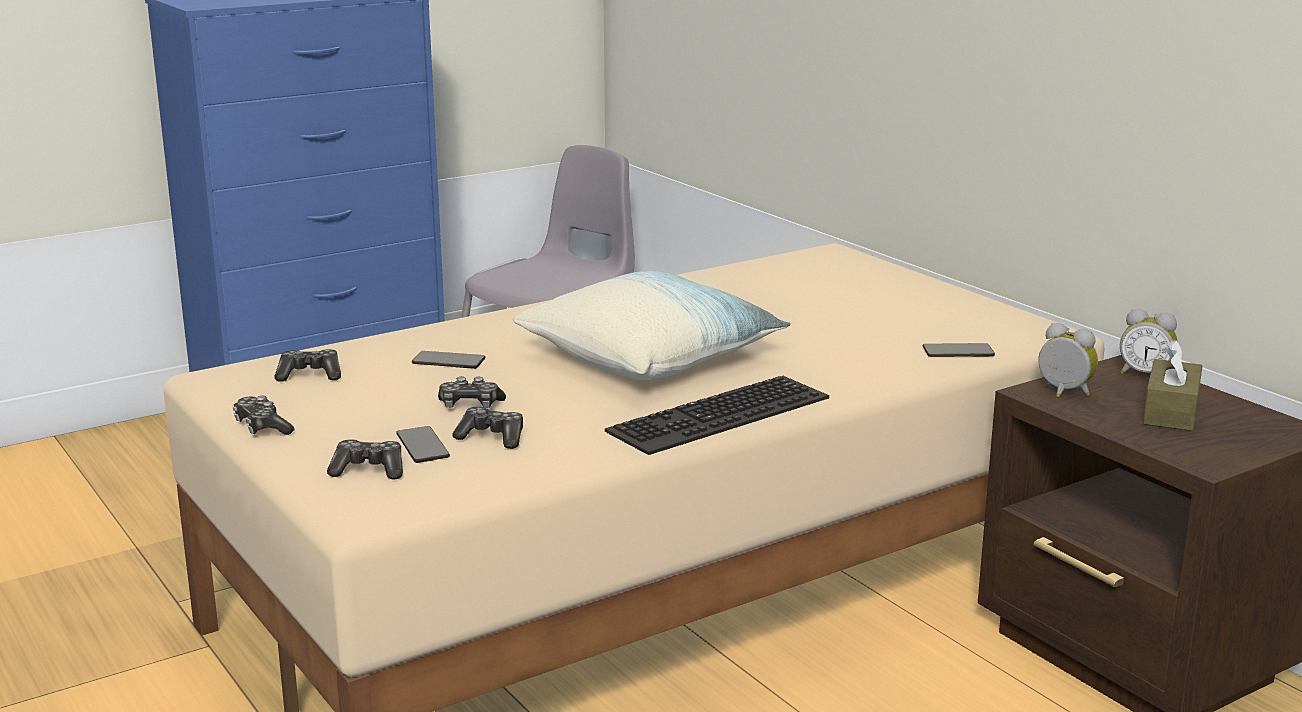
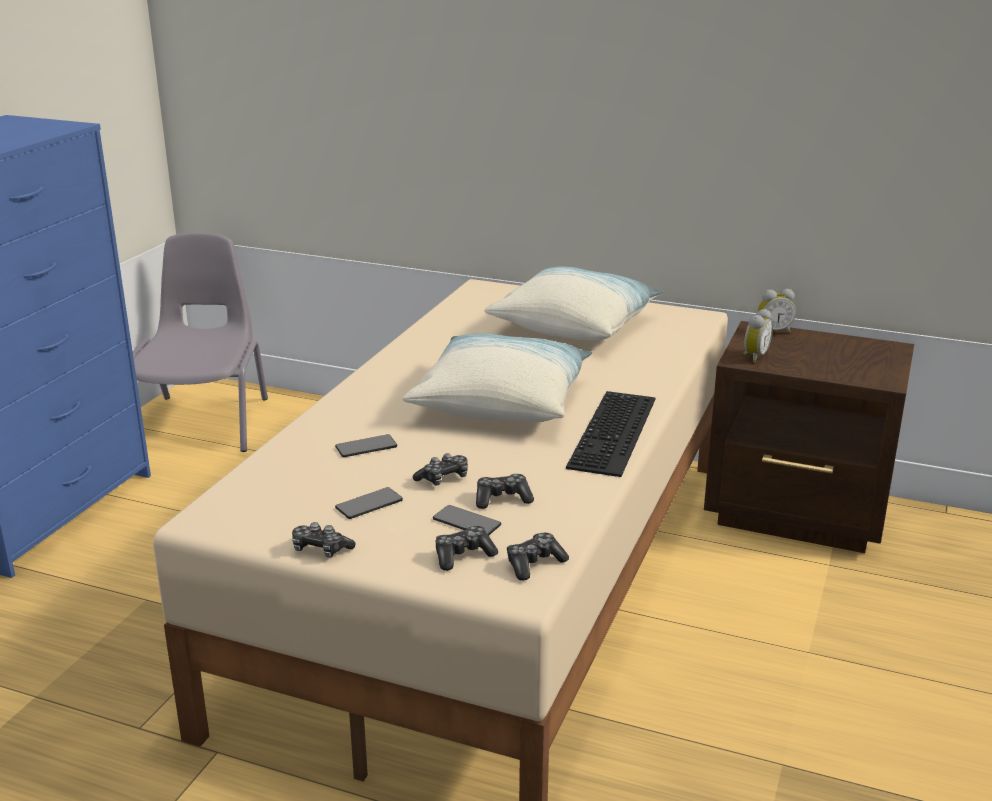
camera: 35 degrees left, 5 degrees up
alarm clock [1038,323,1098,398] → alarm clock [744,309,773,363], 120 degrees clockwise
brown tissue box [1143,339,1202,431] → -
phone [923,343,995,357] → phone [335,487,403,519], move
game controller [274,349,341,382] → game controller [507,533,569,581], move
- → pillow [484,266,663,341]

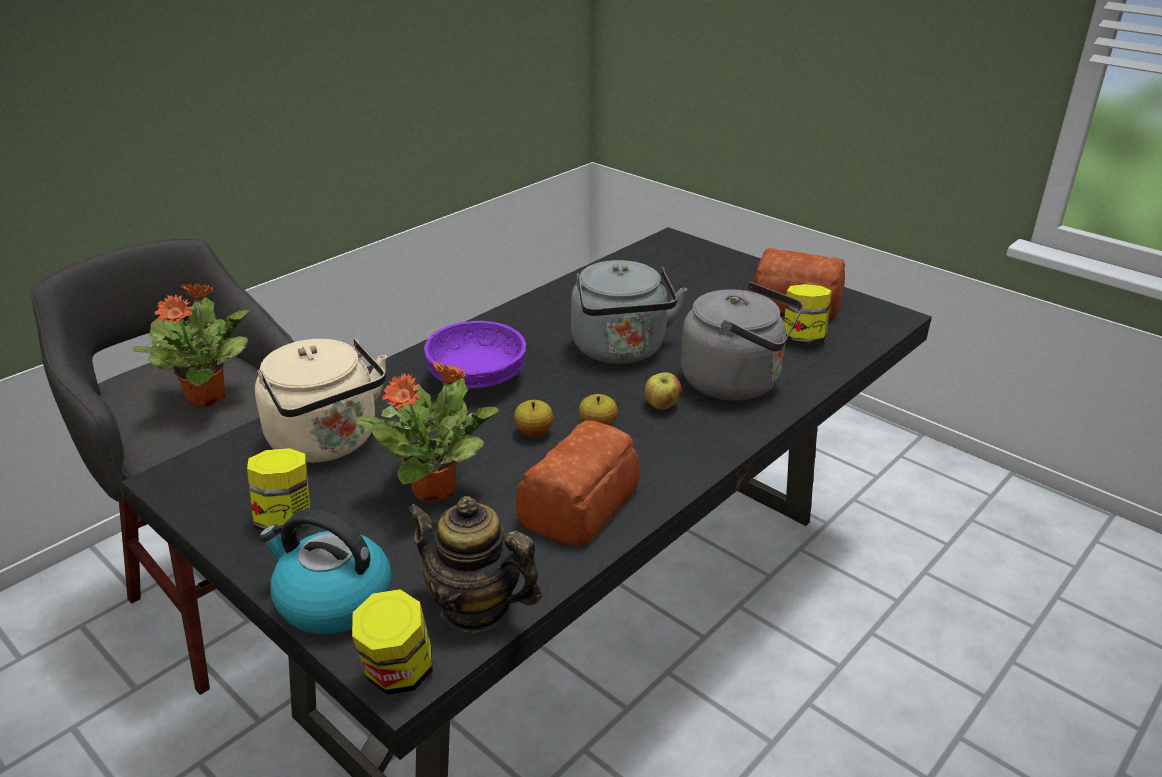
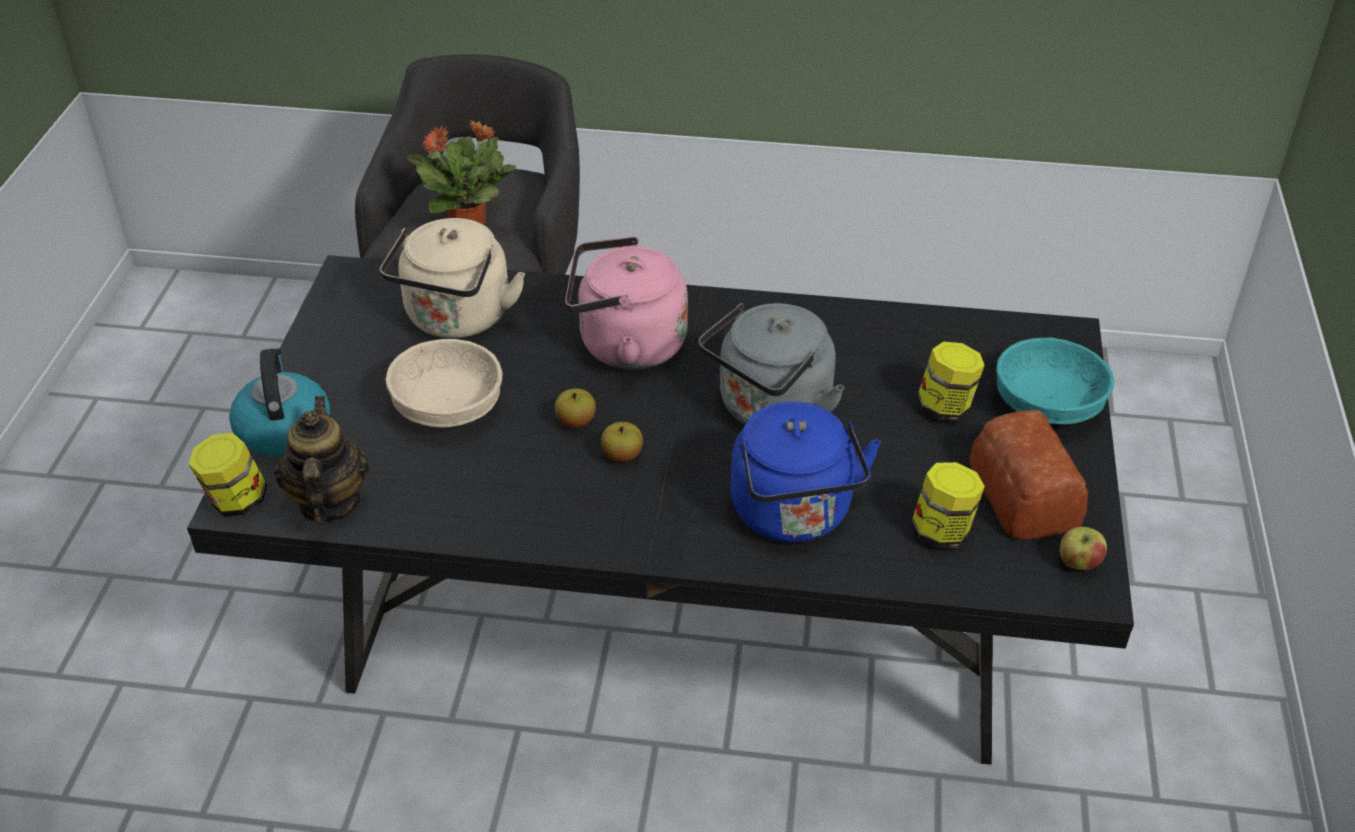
camera: 55 degrees right, 10 degrees up
grey kettle [681,282,803,401] → blue kettle [731,402,881,543]
purple bowl [424,321,526,388] → pink kettle [565,236,688,370]
potted plant [356,361,499,503] → beige bowl [385,339,503,427]
apple [645,372,681,410] → apple [1060,527,1107,570], move
bread [516,420,640,546] → -
jar [247,448,311,531] → jar [917,342,985,421], move
- → turquoise bowl [996,338,1114,424]

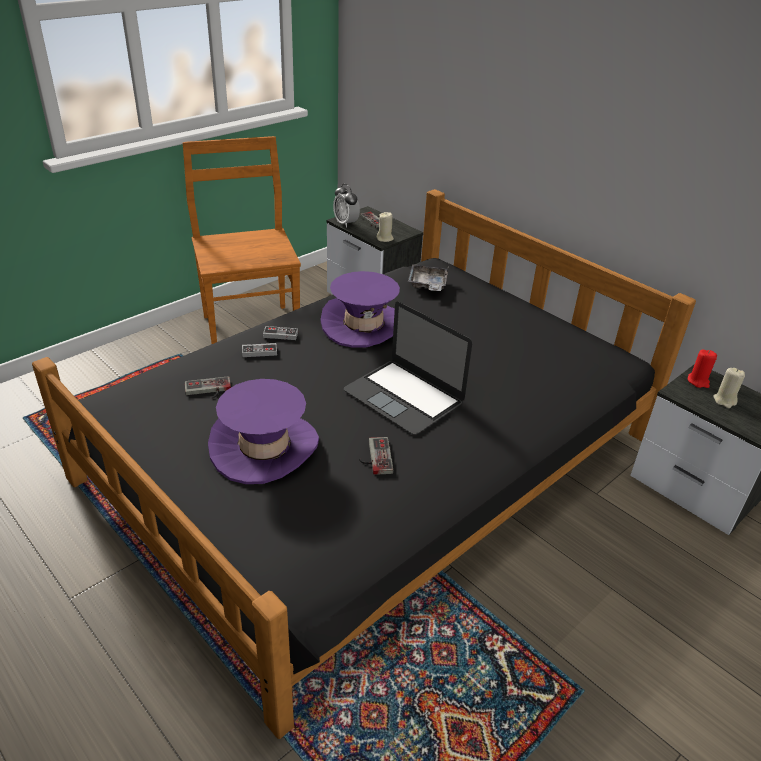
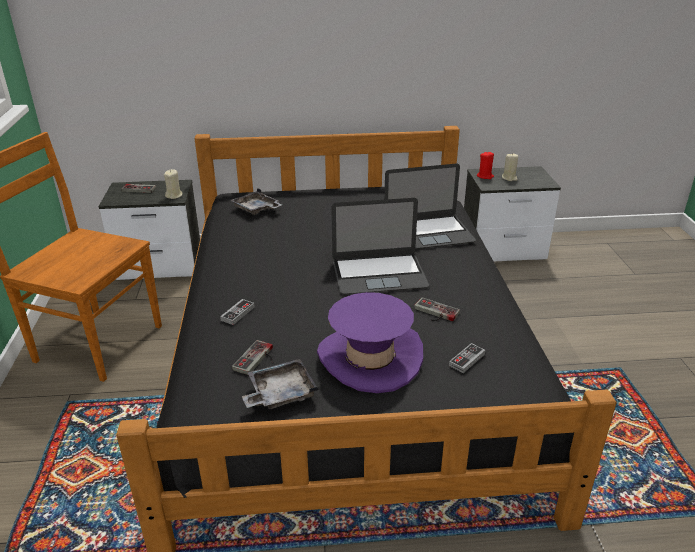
camera: 50 degrees left, 5 degrees down
alarm clock [333,184,360,228] → -
purple hat [320,271,400,348] → -
game controller [263,326,298,340] → game controller [449,343,485,373], move
- → laptop [384,163,476,249]
- → grey tray [242,359,319,409]

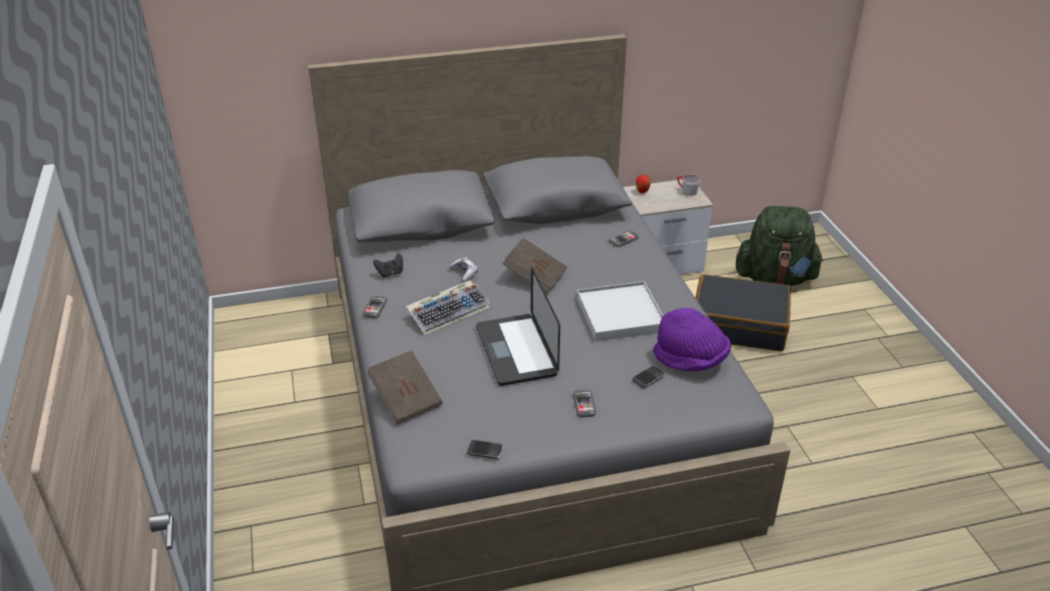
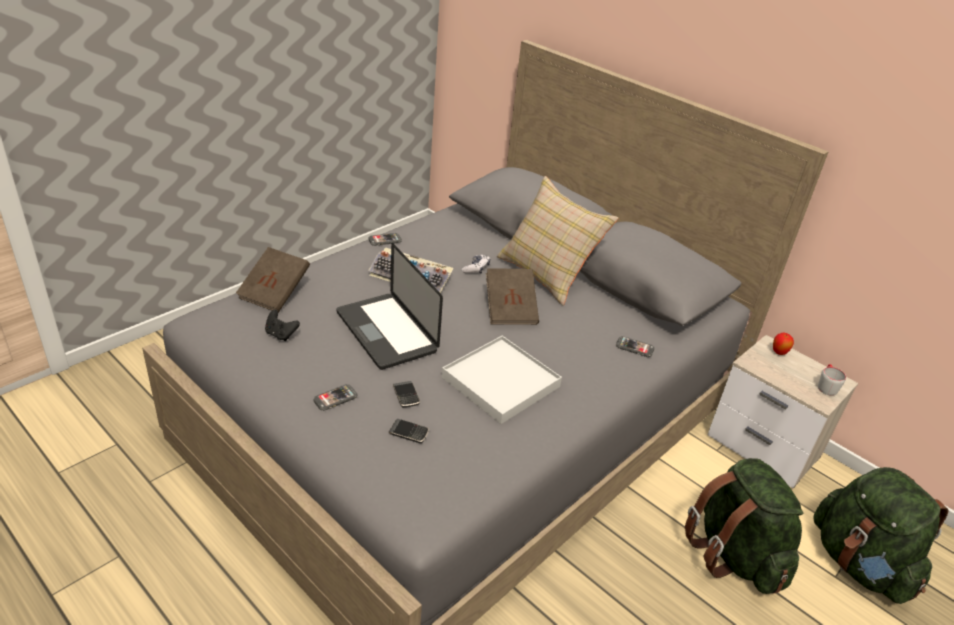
camera: 55 degrees right, 0 degrees up
black game controller [373,254,403,278] → black game controller [265,310,300,341], move
laptop [476,267,560,386] → laptop [337,243,443,370], 75 degrees counterclockwise
black suitcase [696,274,791,351] → green backpack [685,458,803,594]
purple hat [653,308,731,371] → -
phone [467,440,503,459] → phone [393,381,420,407], move
- → beige pillow [497,176,619,306]

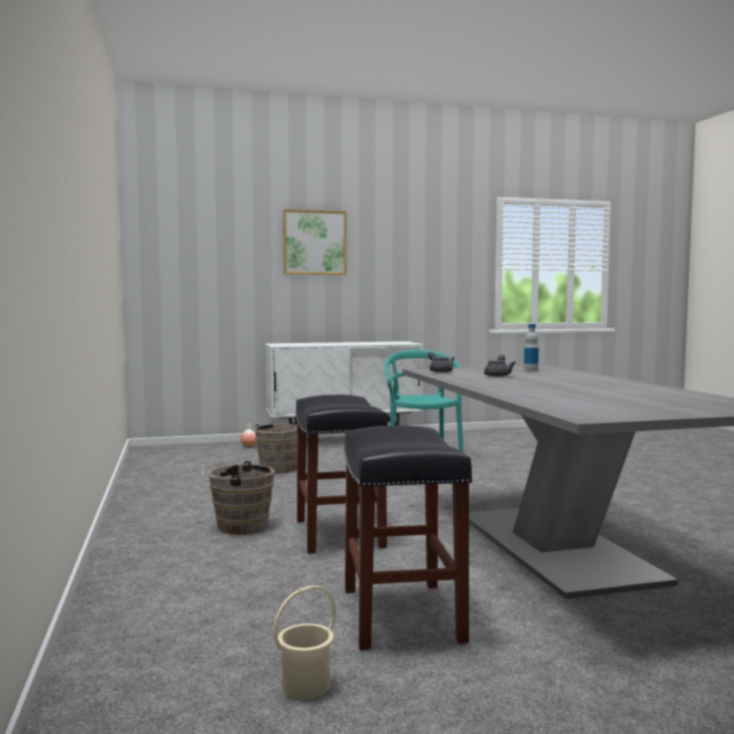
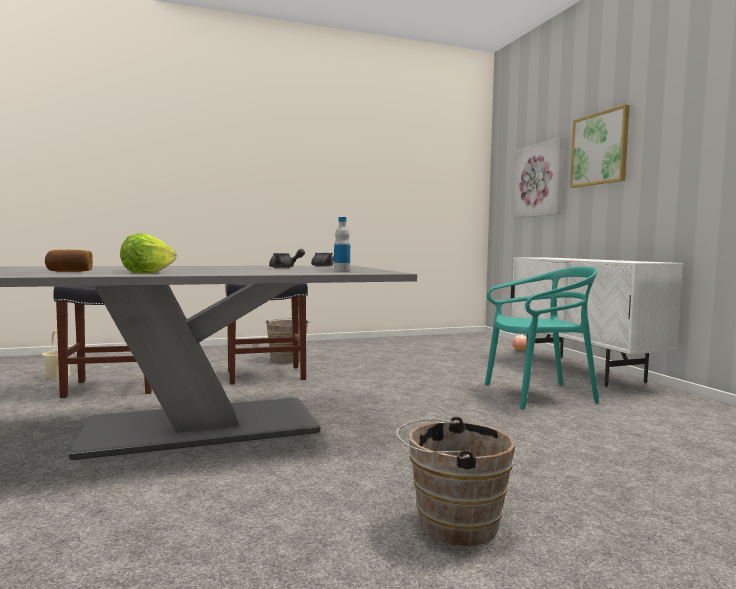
camera: 85 degrees right, 0 degrees up
brown bucket [252,424,297,474] → brown bucket [396,416,516,546], move
- → picture [512,138,564,218]
- → lettuce [120,234,177,273]
- → bread [45,250,93,272]

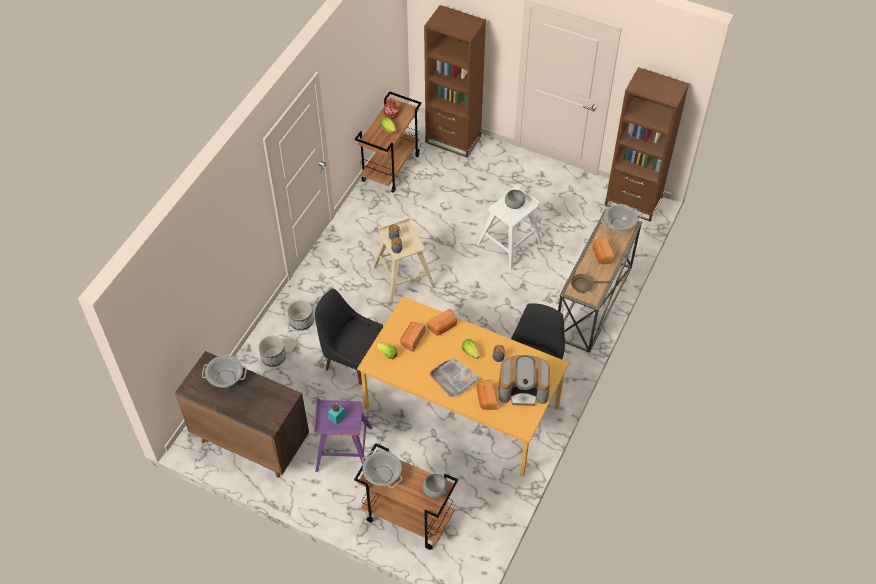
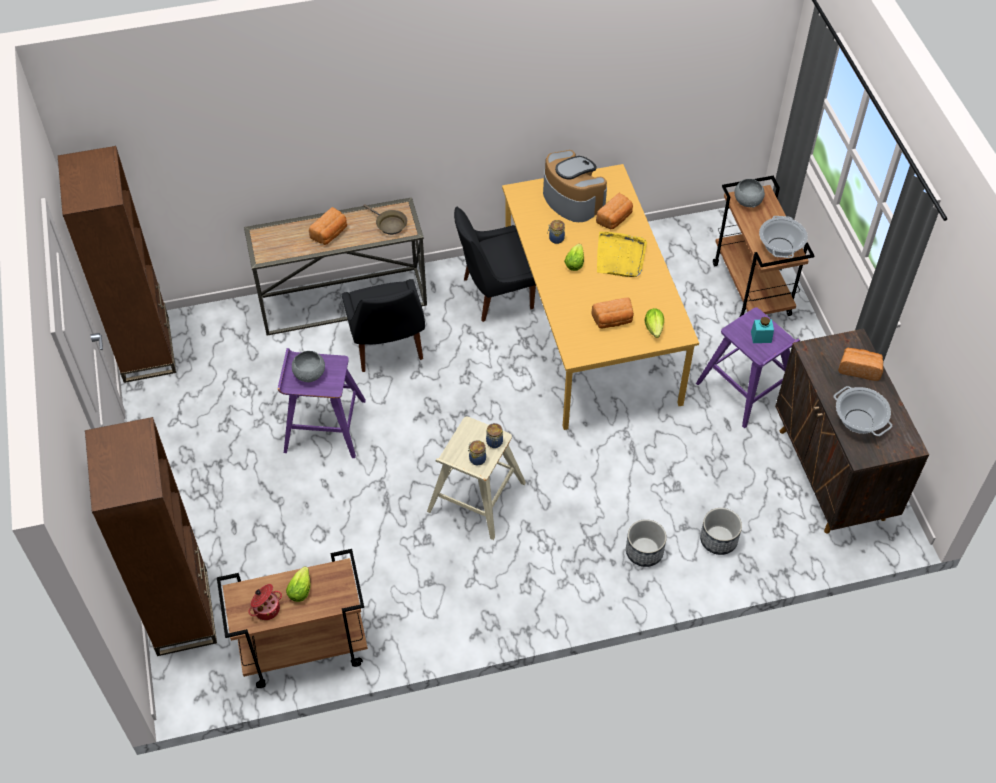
camera: 130 degrees left, 0 degrees up
white stool [477,185,542,270] → purple stool [278,348,366,458]
cooking pot [601,204,641,232] → -
black chair [315,288,383,385] → black chair [341,279,425,372], move
bread [427,309,457,336] → bread [838,348,883,381], move
grey tray [430,358,481,397] → yellow tray [597,232,647,277]

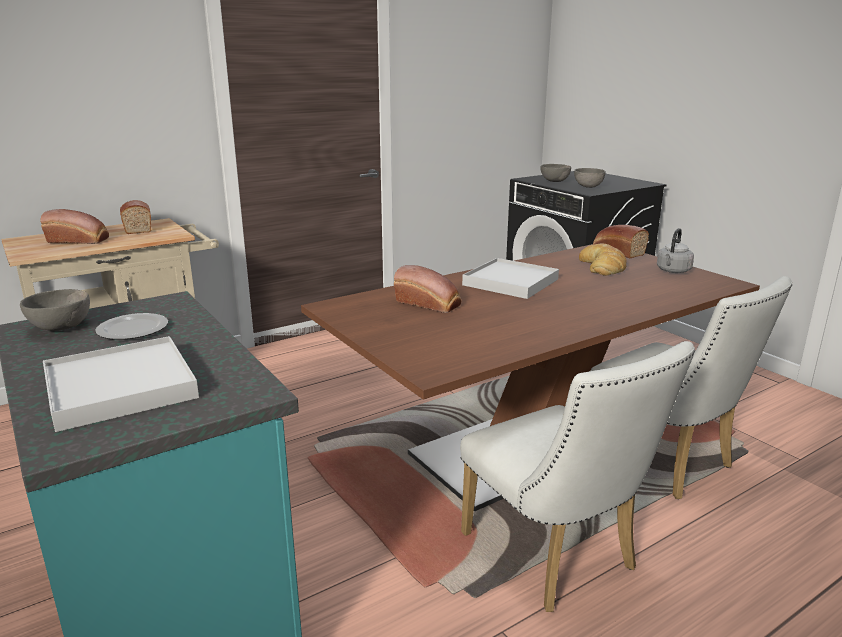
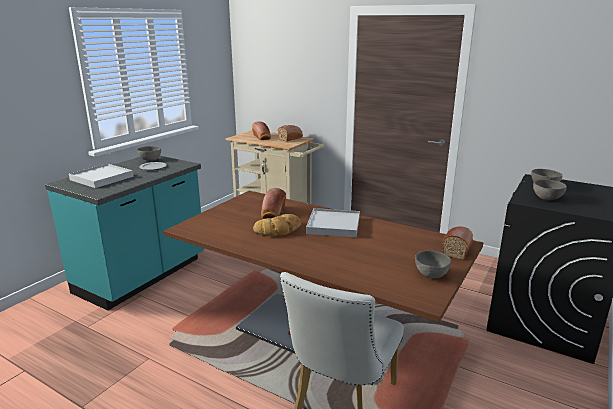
camera: 65 degrees right, 0 degrees up
grey kettle [657,228,694,273] → grey bowl [415,250,451,278]
bread [579,243,626,276] → bread [253,214,301,236], move
white chair [460,341,695,612] → -

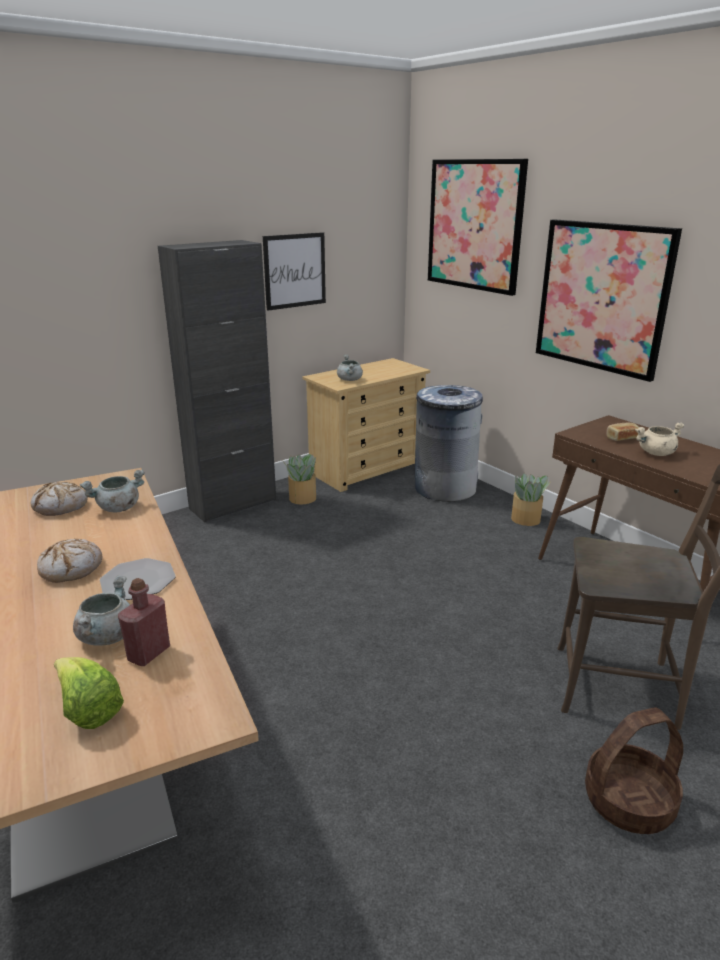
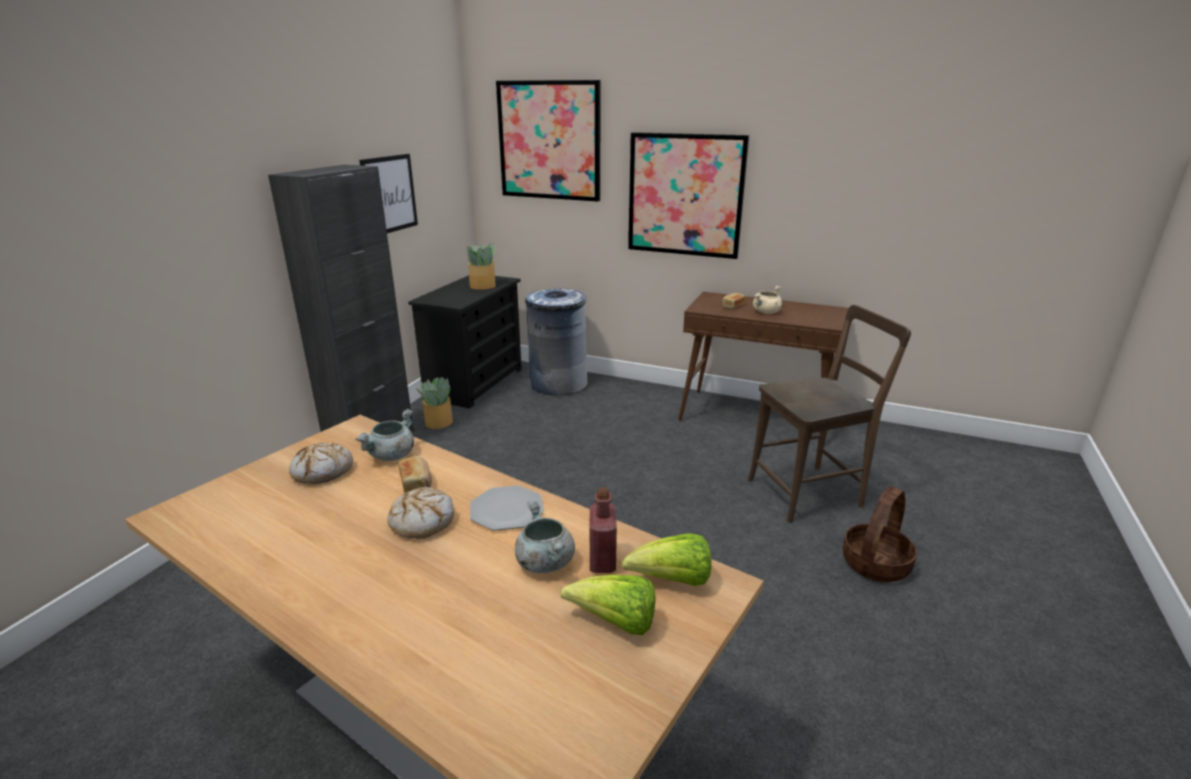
camera: 30 degrees left, 0 degrees up
grey cooking pot [337,354,363,381] → -
beige dresser [302,358,430,492] → black dresser [408,275,522,408]
potted plant [511,473,551,526] → potted plant [466,243,497,290], move
- → bread [399,456,432,493]
- → lettuce [622,533,712,586]

